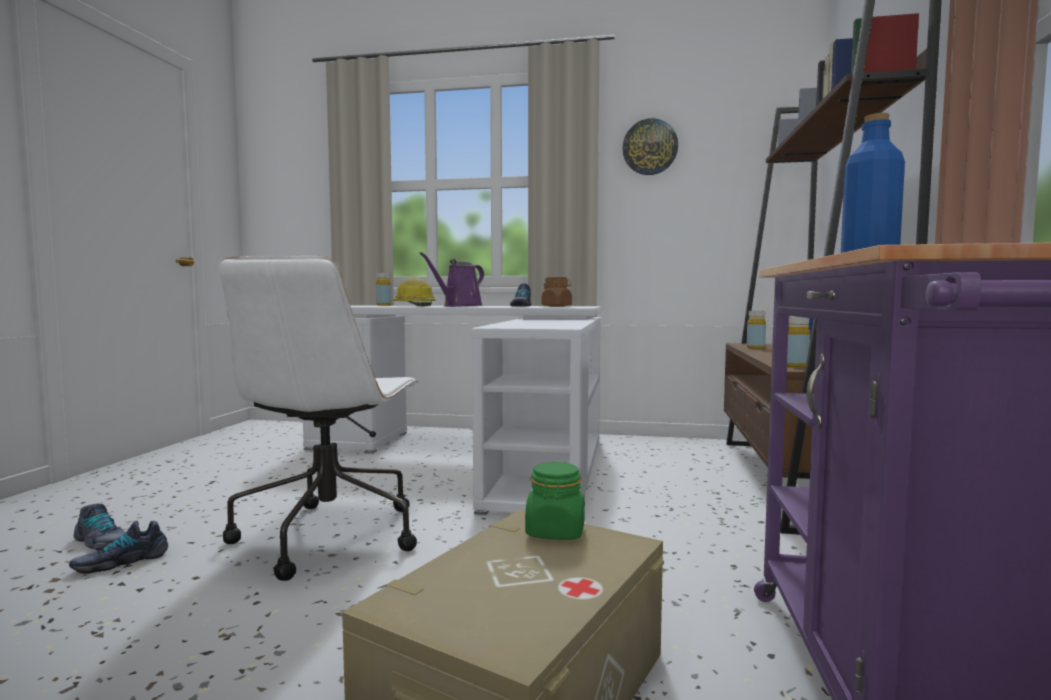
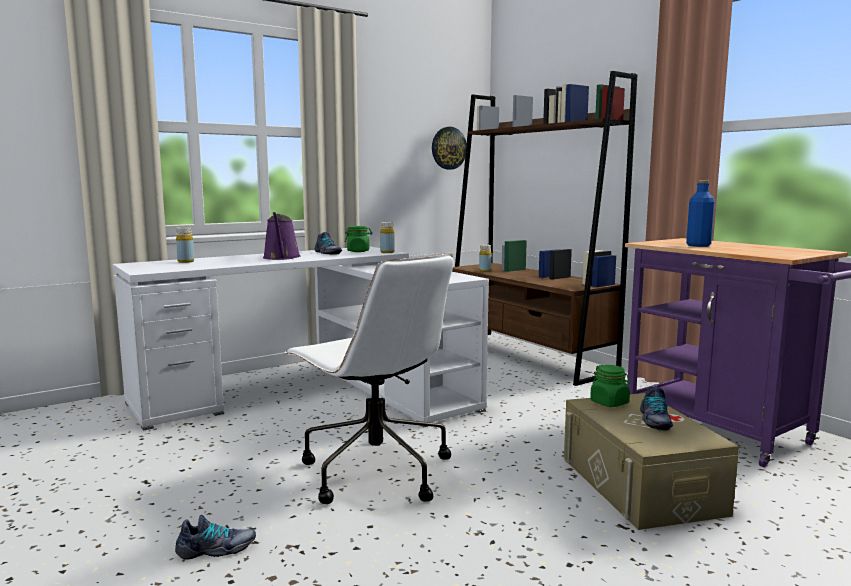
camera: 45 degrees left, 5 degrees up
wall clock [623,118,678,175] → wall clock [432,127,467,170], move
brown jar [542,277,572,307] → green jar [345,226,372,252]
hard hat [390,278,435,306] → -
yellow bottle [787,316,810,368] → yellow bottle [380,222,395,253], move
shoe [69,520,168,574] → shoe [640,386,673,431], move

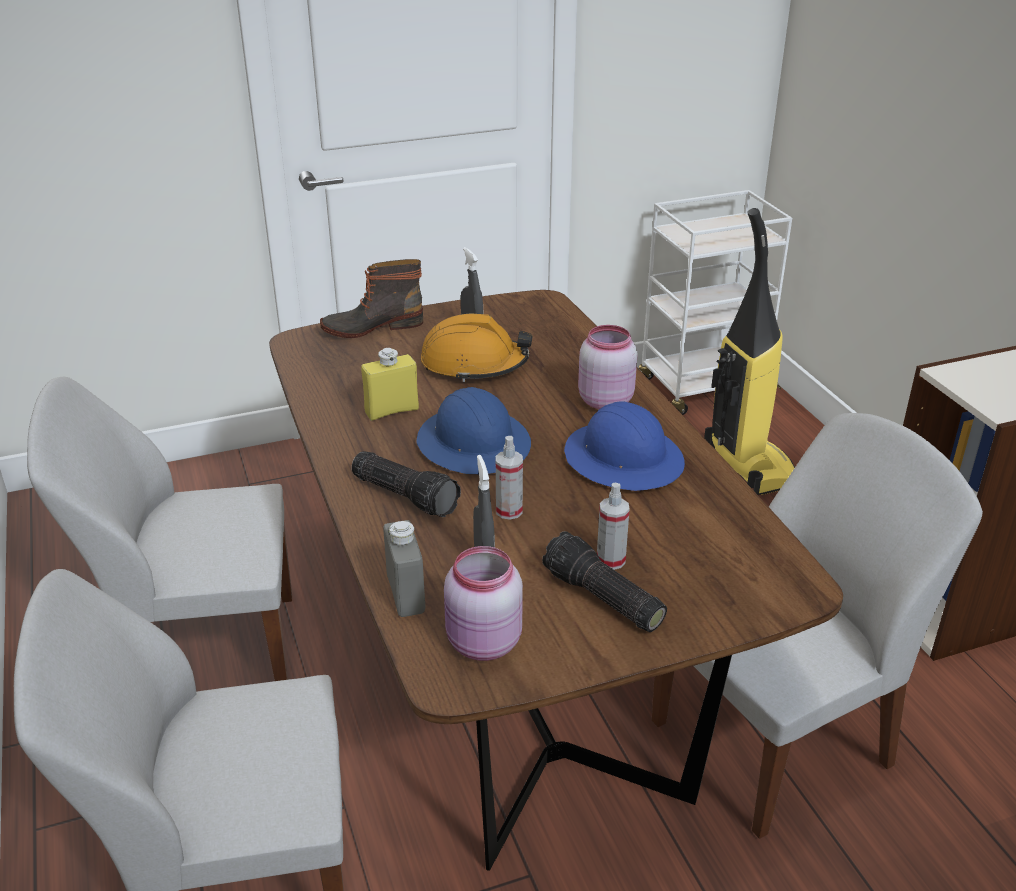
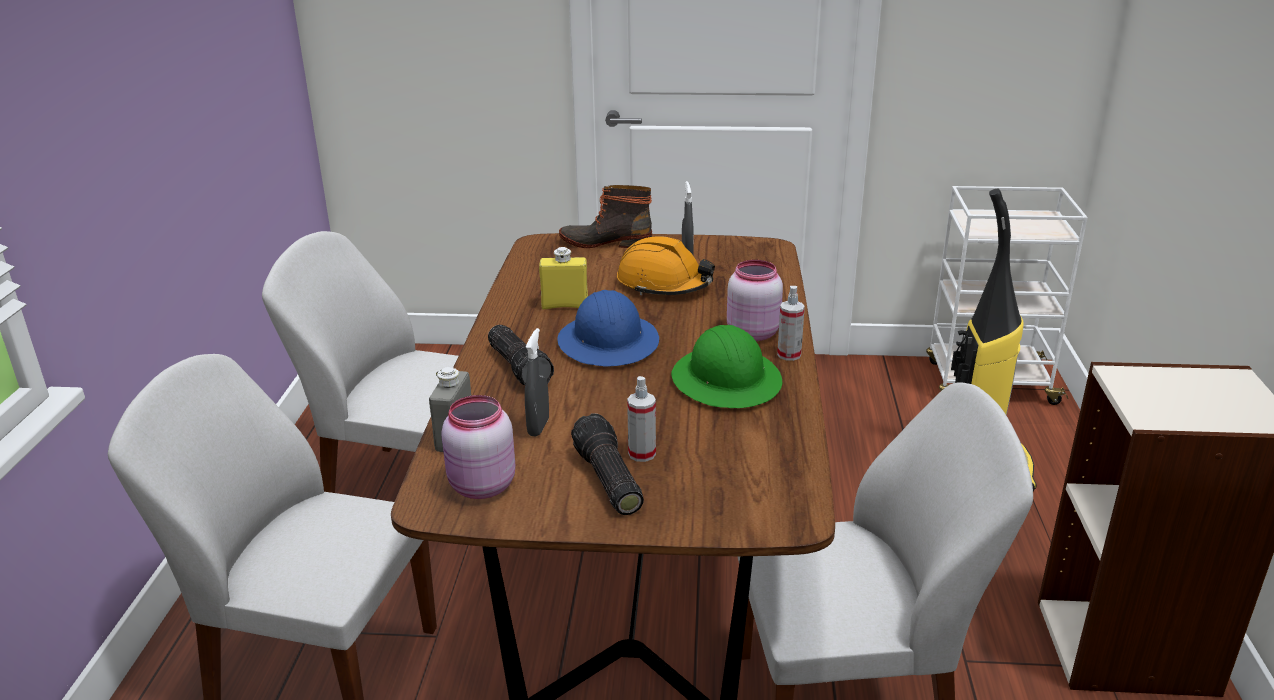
camera: 25 degrees right, 5 degrees down
blue hard hat [564,401,685,491] → green hard hat [671,325,782,408]
spray bottle [496,436,523,520] → spray bottle [777,286,805,361], move

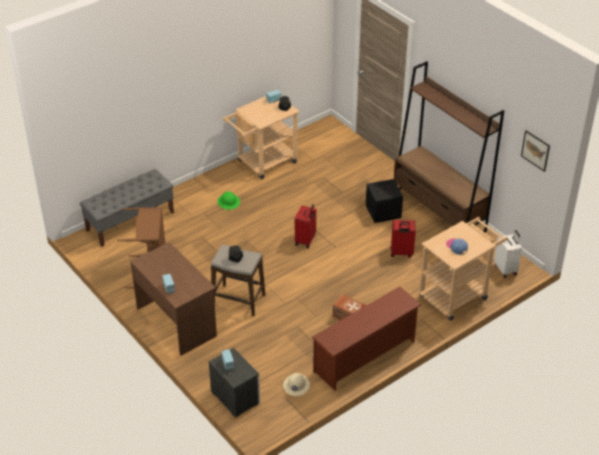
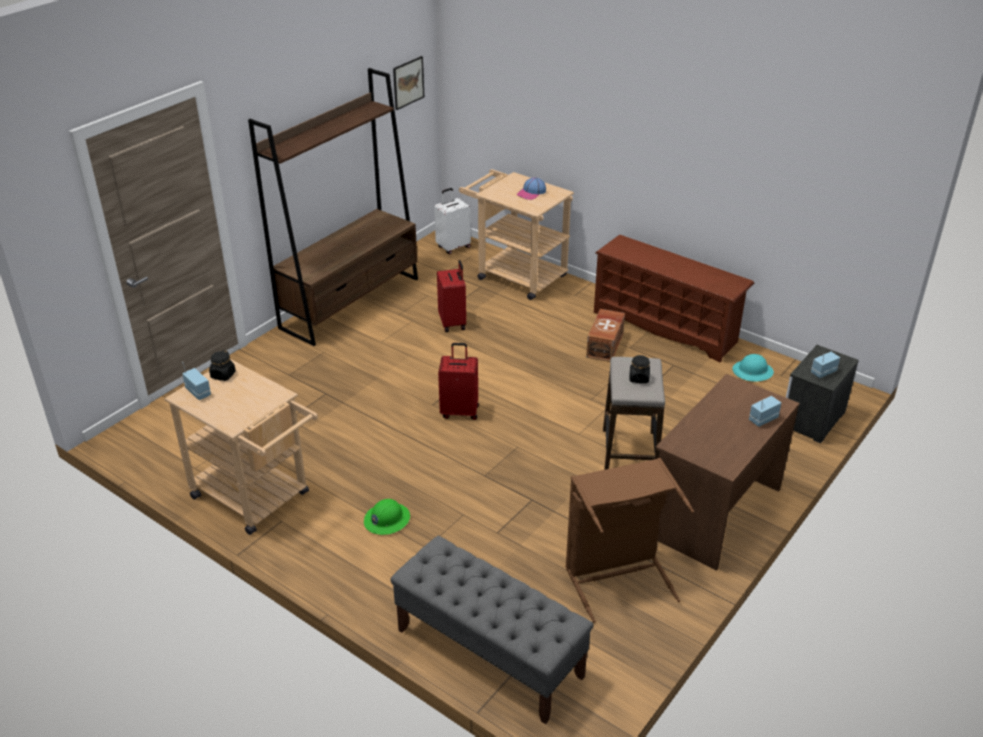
camera: 105 degrees left, 5 degrees down
crate [366,179,403,223] → -
beige hard hat [283,373,310,396] → turquoise hard hat [732,354,774,382]

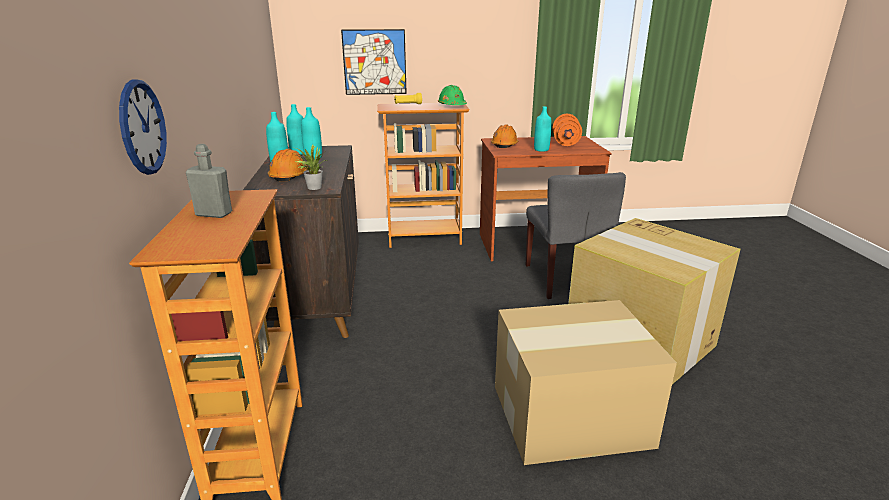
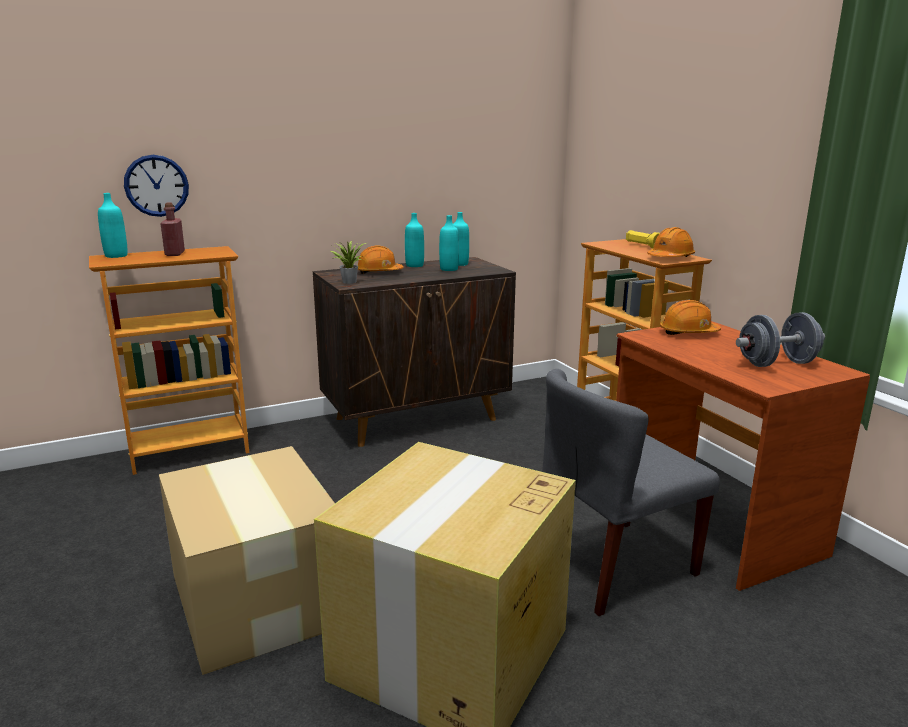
camera: 70 degrees right, 5 degrees down
picture [341,29,407,95] → -
green hard hat [438,85,467,105] → orange hard hat [647,227,695,257]
turquoise bottle [534,107,552,152] → turquoise bottle [98,193,128,258], move
orange dumbbell [553,114,582,146] → grey dumbbell [736,312,825,367]
grey bottle [186,144,232,218] → red bottle [160,202,185,256]

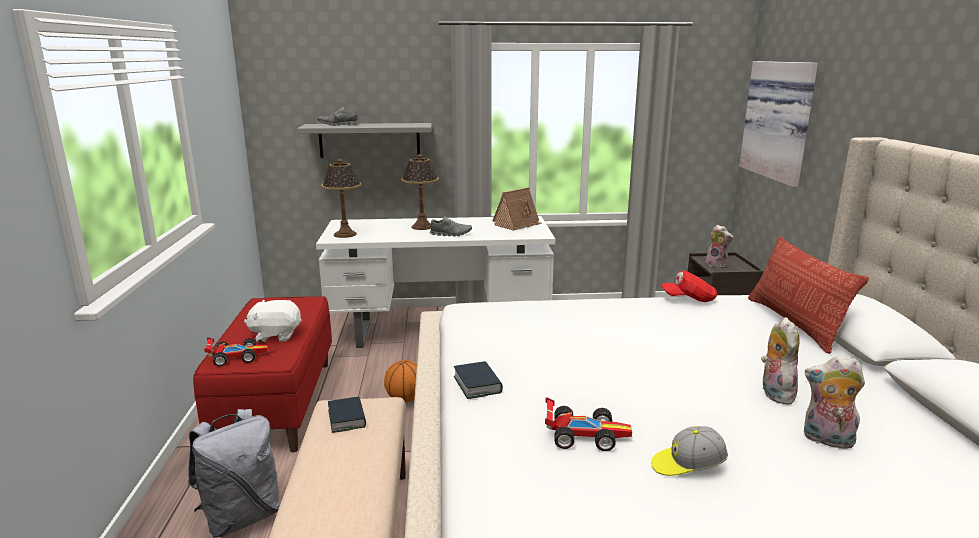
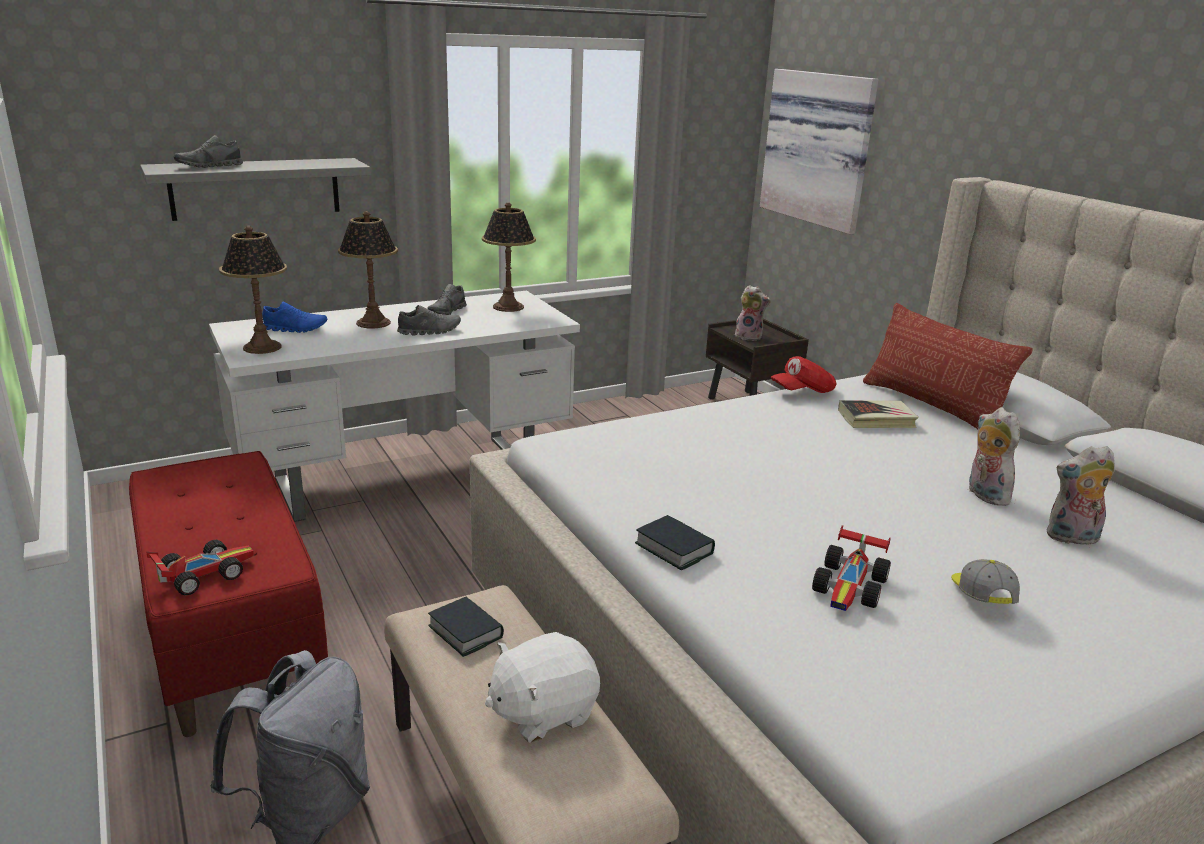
camera: 25 degrees left, 5 degrees up
toy house [492,187,542,231] → table lamp [482,202,536,312]
white plush toy [244,300,302,342] → white plush toy [485,632,600,743], move
basketball [384,360,417,402] → -
toy car [545,397,632,451] → toy car [812,525,891,611], 135 degrees clockwise
cap [651,426,728,476] → cap [951,559,1020,604], 120 degrees clockwise
- → grey shoe [427,284,467,315]
- → blue shoe [262,301,327,333]
- → book [838,400,919,428]

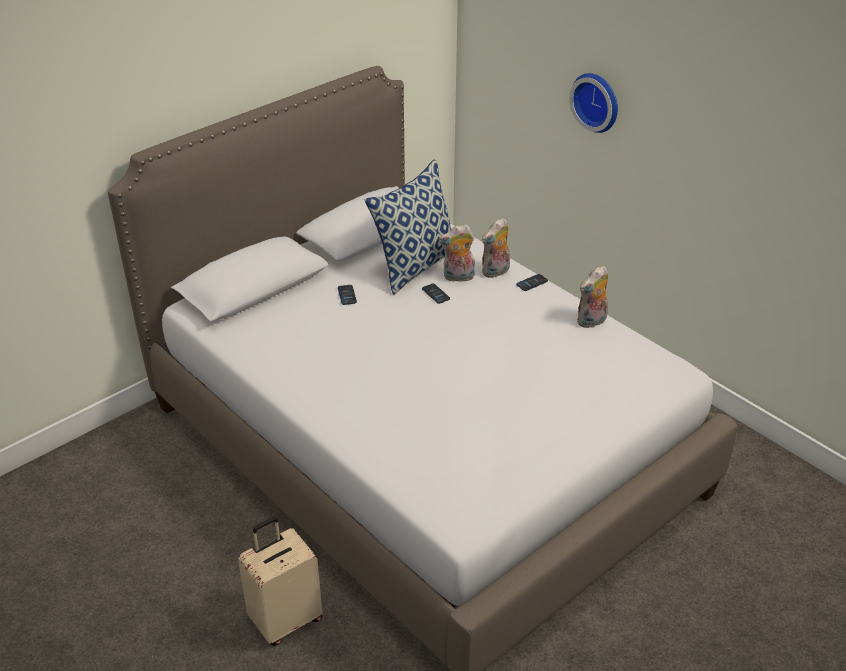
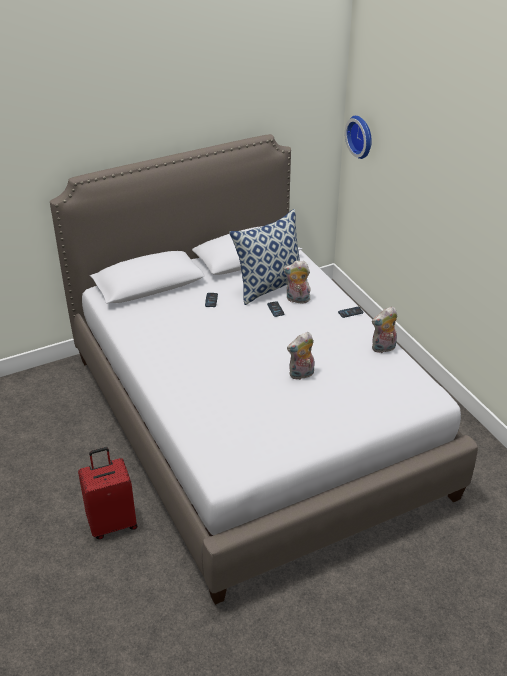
camera: 15 degrees right, 0 degrees up
wall clock [569,73,618,133] → wall clock [345,116,372,159], move
plush toy [482,218,510,278] → plush toy [287,332,314,380], move
beige suitcase [238,517,322,646] → red suitcase [78,447,137,539]

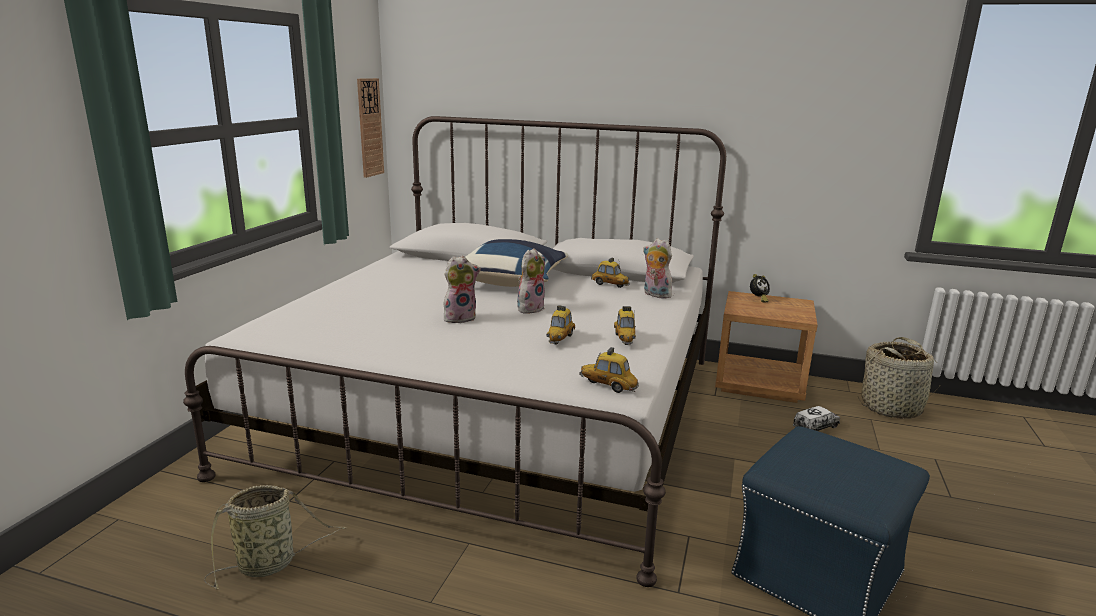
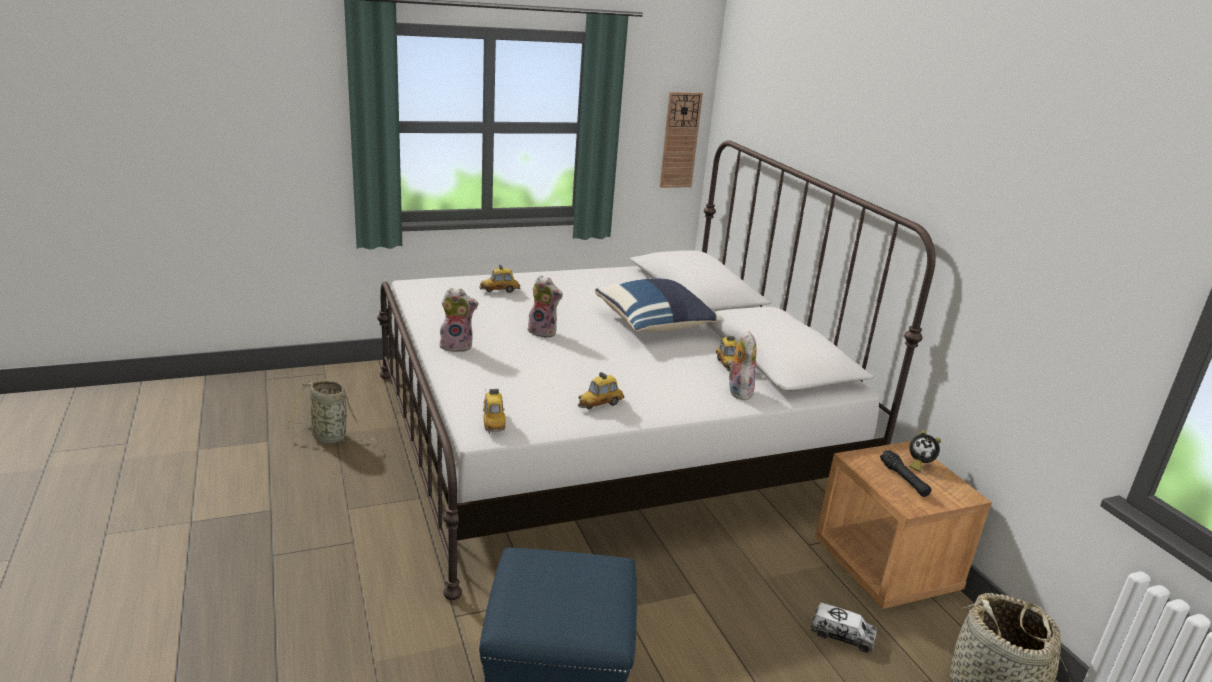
camera: 50 degrees right, 5 degrees up
plush toy [517,248,545,314] → plush toy [439,288,479,352], move
toy car [546,305,575,345] → toy car [480,265,521,293], move
- → black flashlight [880,450,931,497]

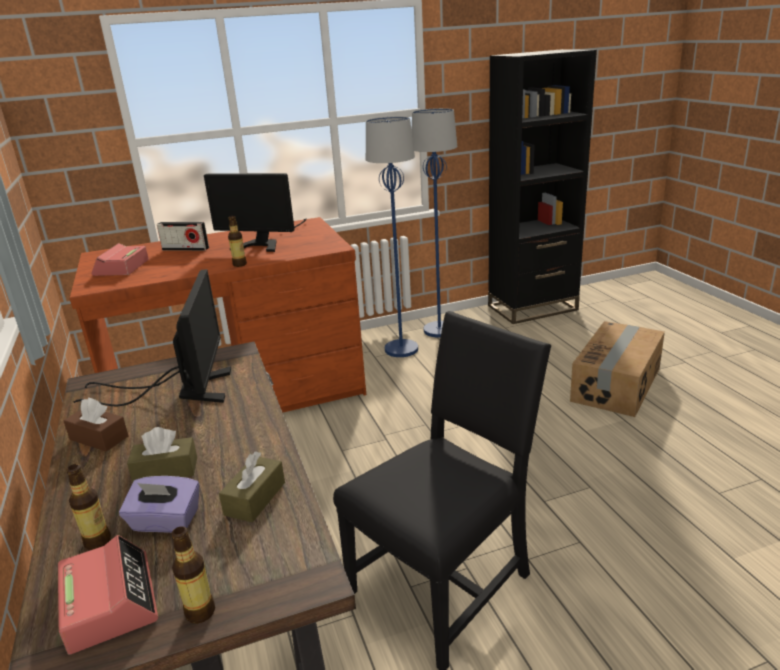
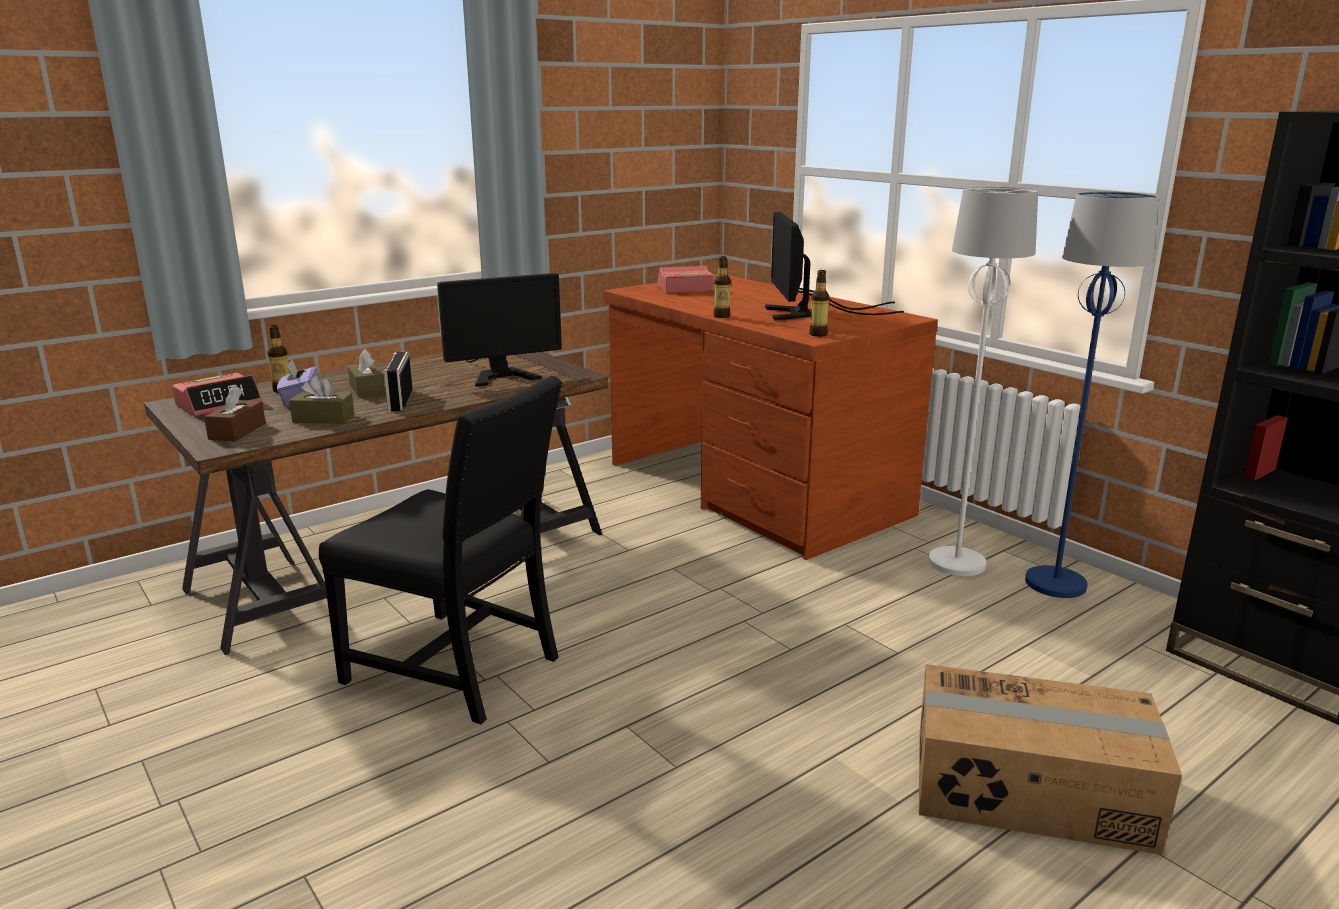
camera: 70 degrees right, 5 degrees down
blue floor lamp [366,117,418,357] → white floor lamp [928,187,1038,576]
radio [157,222,209,251] → radio [384,352,412,411], move
brown tissue box [63,398,129,452] → brown tissue box [204,386,266,441], move
bottle [172,526,215,624] → bottle [809,270,829,337], move

